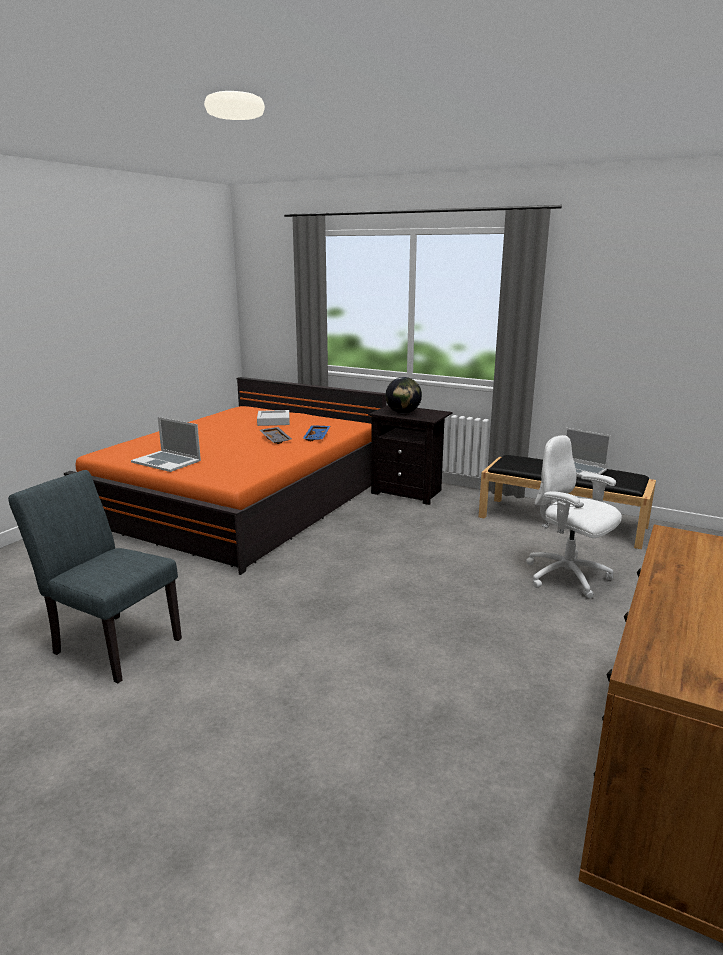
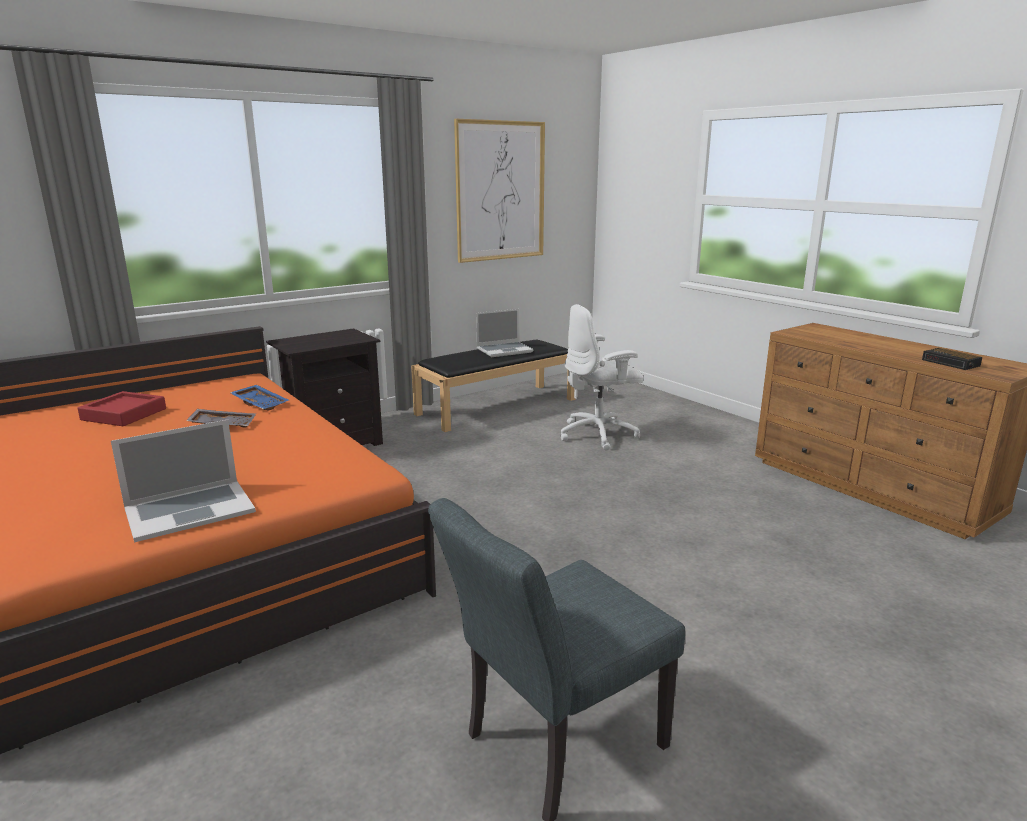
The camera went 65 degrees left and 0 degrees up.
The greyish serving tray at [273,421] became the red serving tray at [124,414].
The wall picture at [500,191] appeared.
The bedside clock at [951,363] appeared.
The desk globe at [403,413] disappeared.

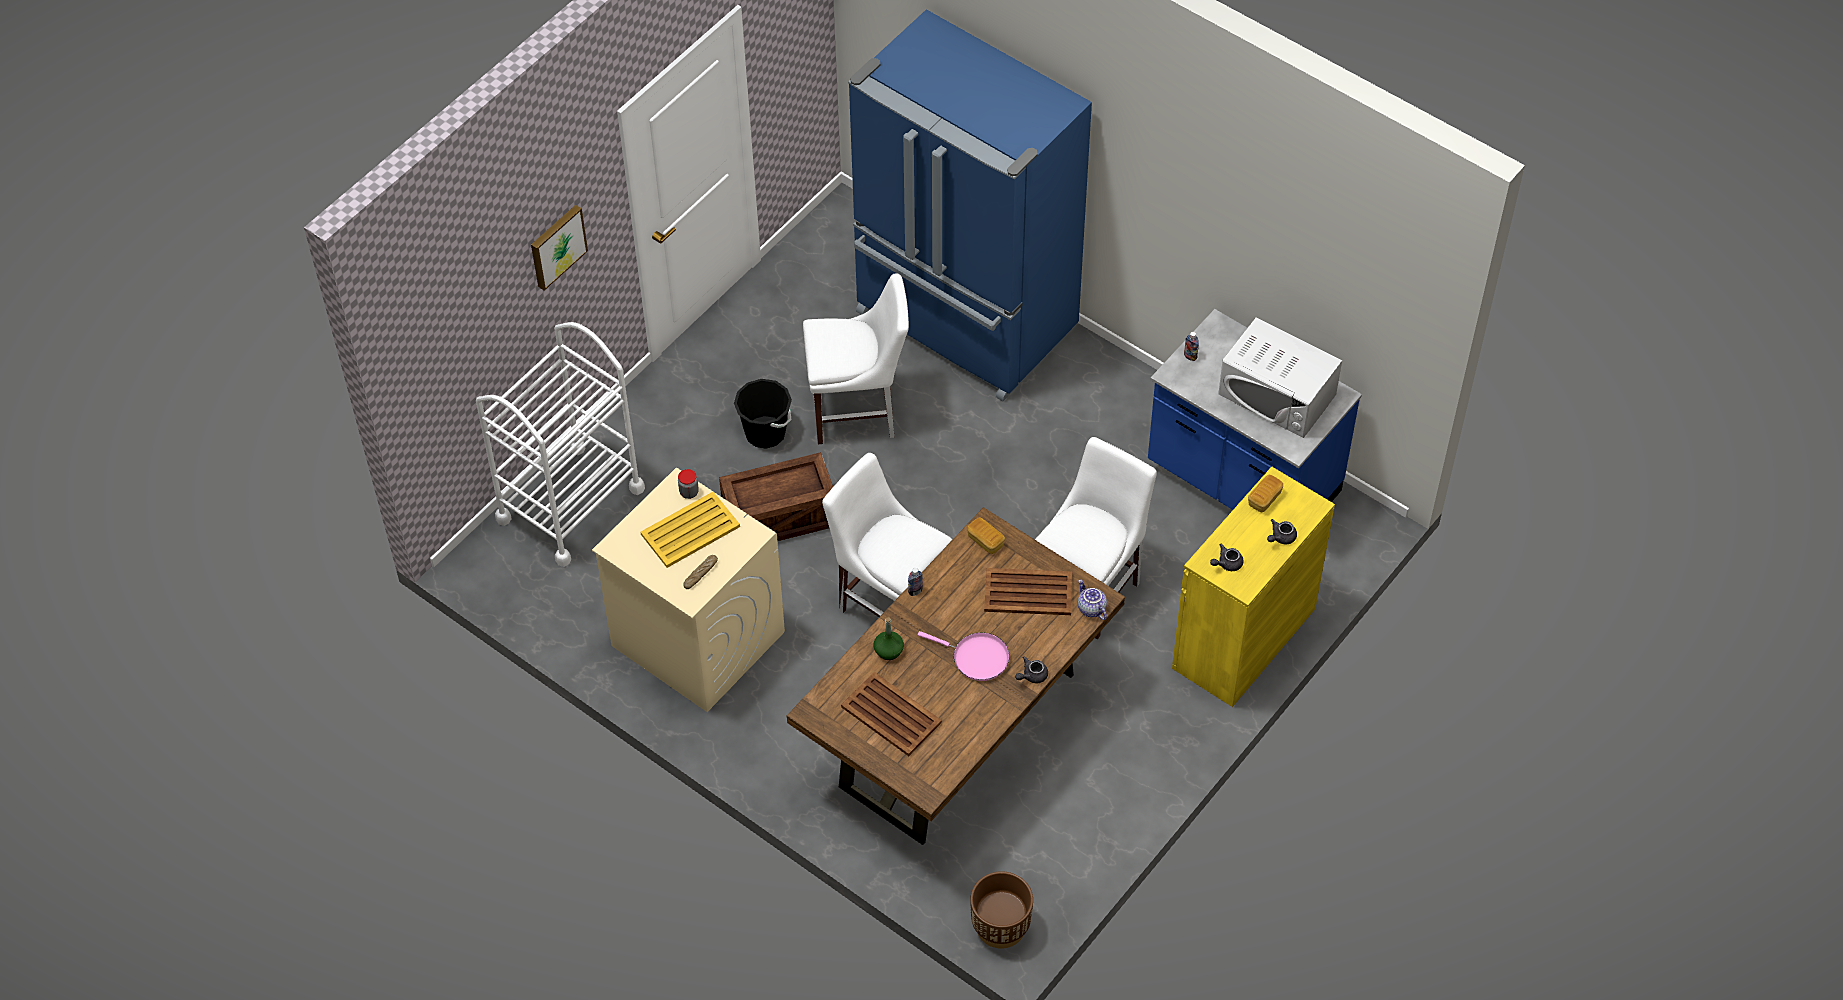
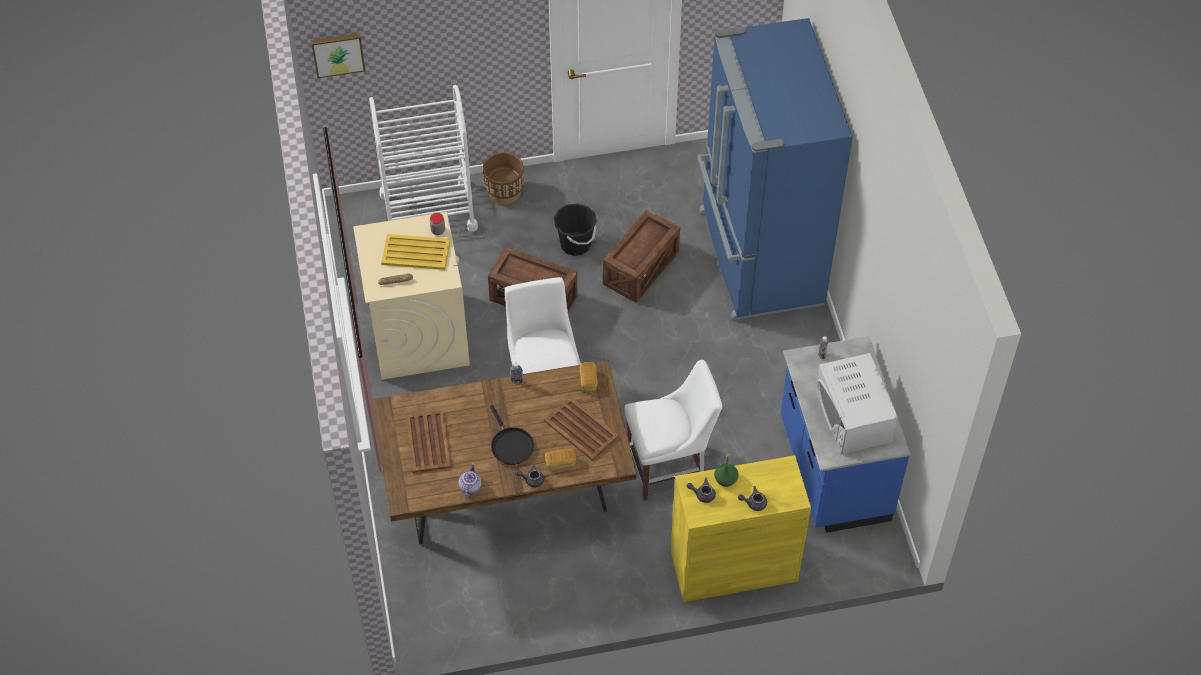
The camera went 40 degrees right and 0 degrees up.
The wall picture moved from [556,245] to [338,53].
The teapot moved from [1090,608] to [469,487].
The brownish flower pot moved from [1000,926] to [504,192].
The pinkish skillet at [976,658] became the blackish skillet at [511,445].
The baked bread moved from [1264,499] to [560,463].
The whitish chair at [858,412] was replaced by the shipping crate at [641,269].
The greenish drink bottle moved from [888,651] to [725,479].

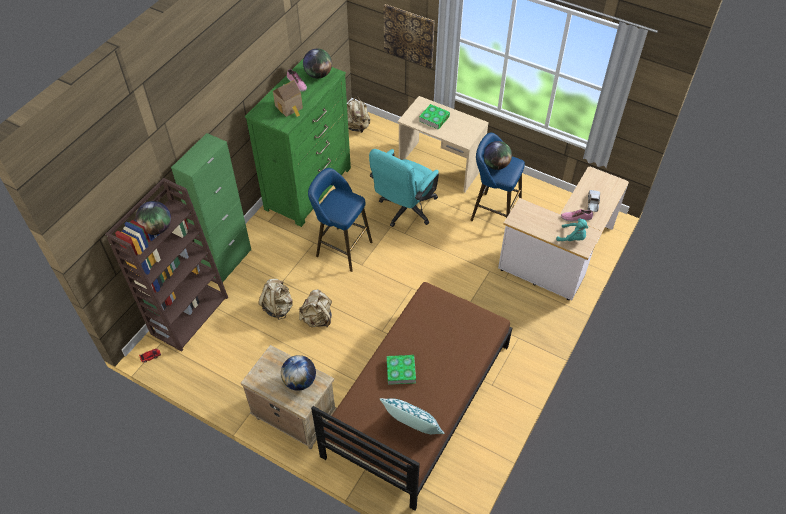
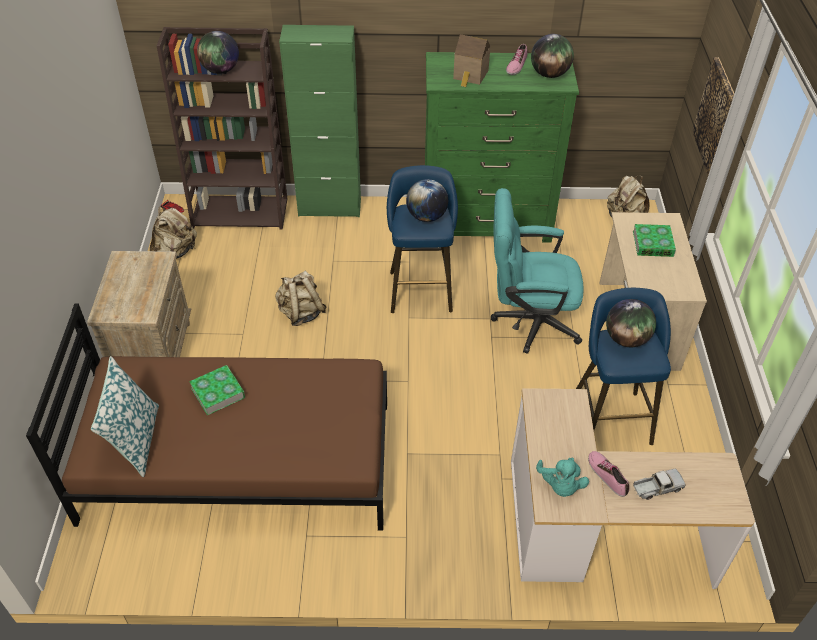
The camera went 60 degrees right and 5 degrees down.
The beige backpack moved from [278,307] to [176,251].
The desk globe moved from [300,381] to [426,216].

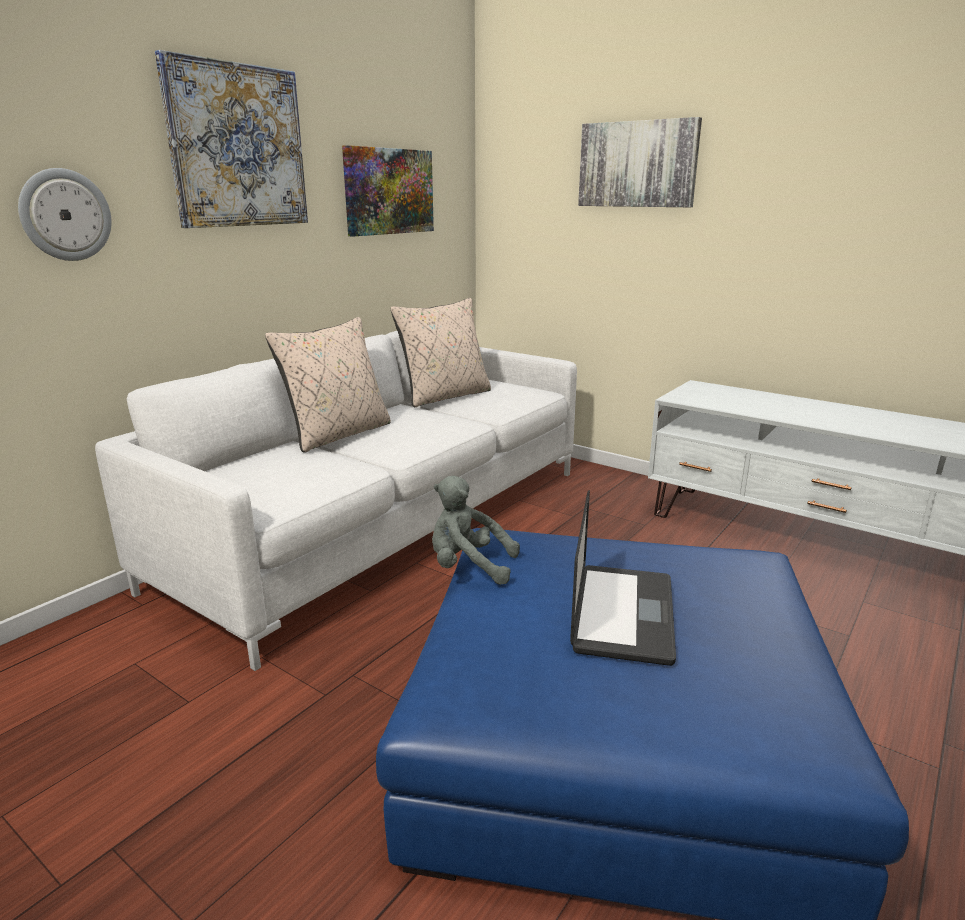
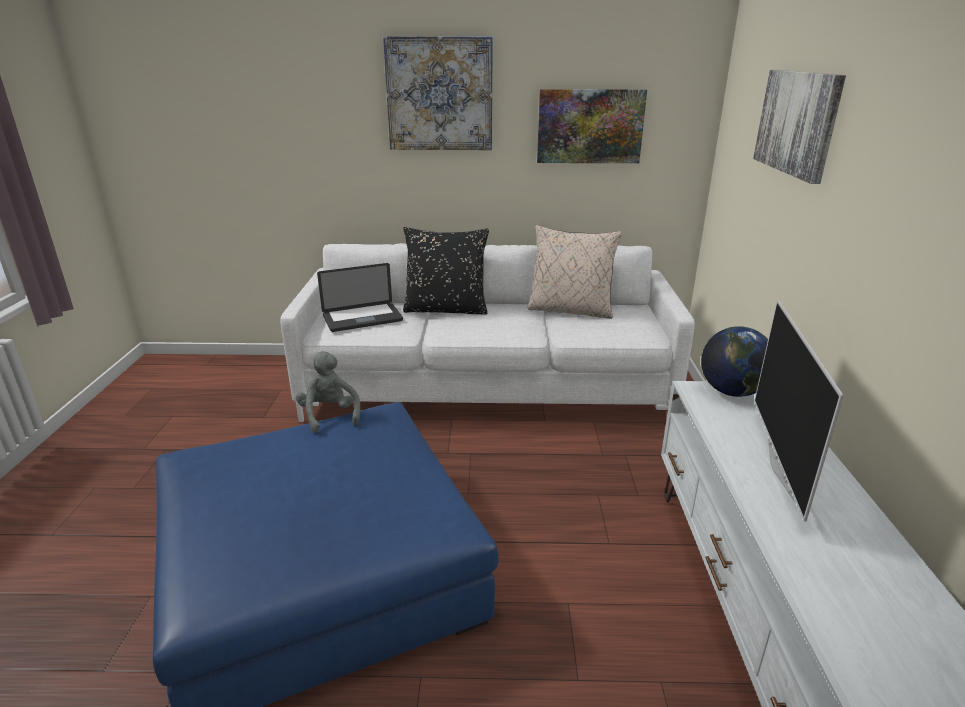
The camera went 55 degrees right and 5 degrees up.
The notebook computer moved from [623,614] to [362,318].
The beige pillow at [338,434] became the blackish pillow at [446,309].
The desk globe at [732,392] appeared.
The television at [782,468] appeared.
The clock on the wall at [65,215] disappeared.

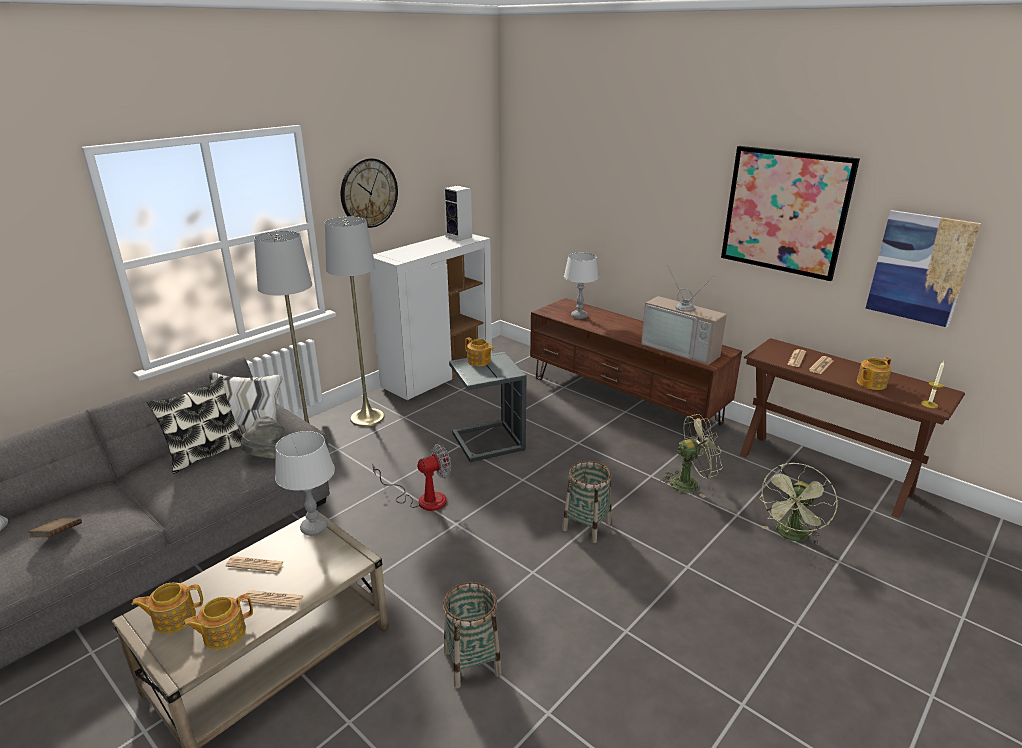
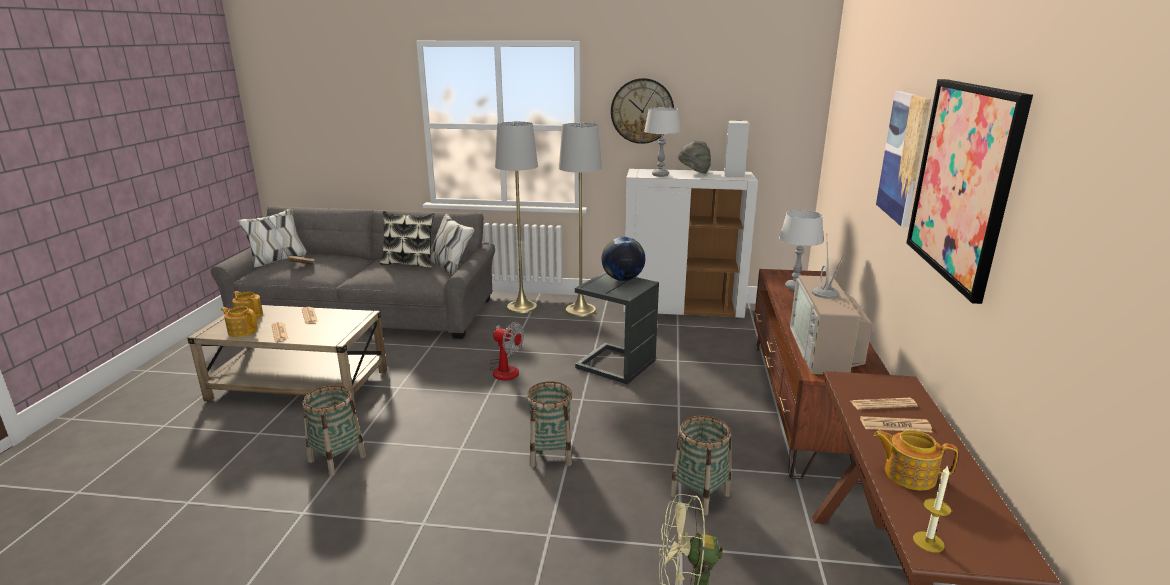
The camera went 55 degrees right and 5 degrees down.
The teapot at [479,361] was replaced by the desk globe at [622,279].
The greyish tabletop lamp moved from [314,528] to [660,175].
The greenish electric fan at [689,483] was replaced by the household basket at [700,494].
The greyish wearable hat moved from [268,457] to [694,172].
The wall picture moved from [920,268] to [903,157].

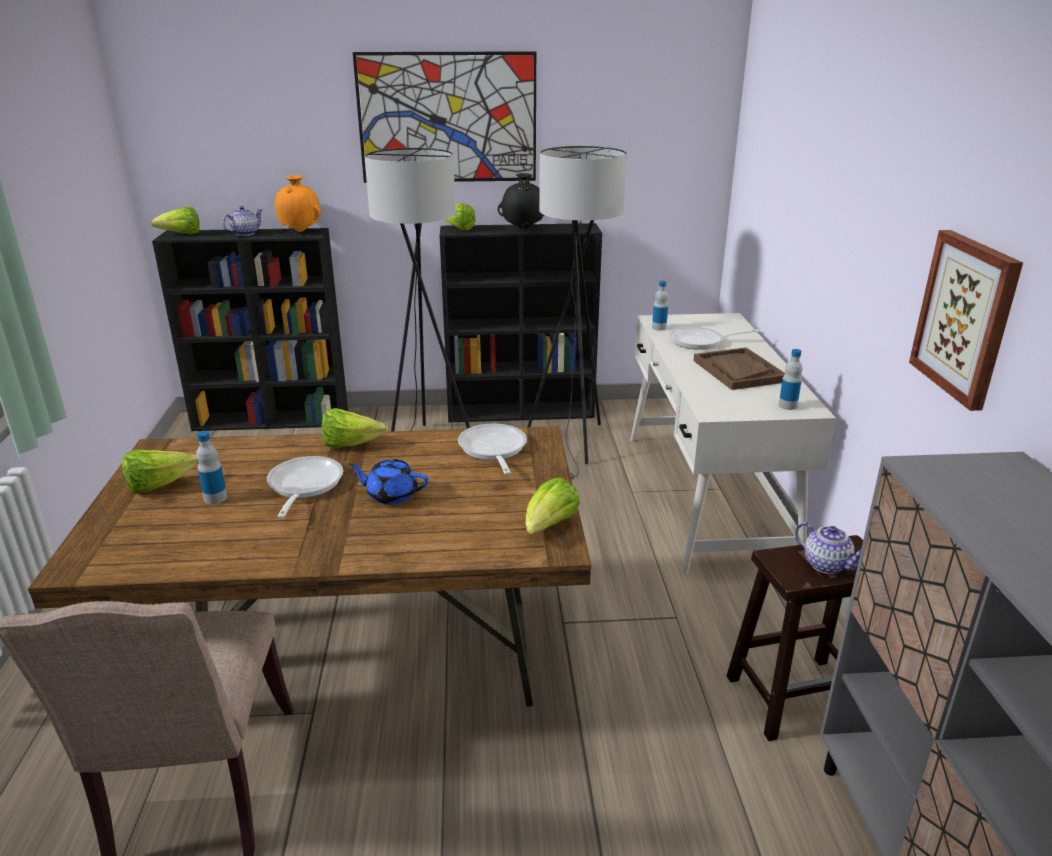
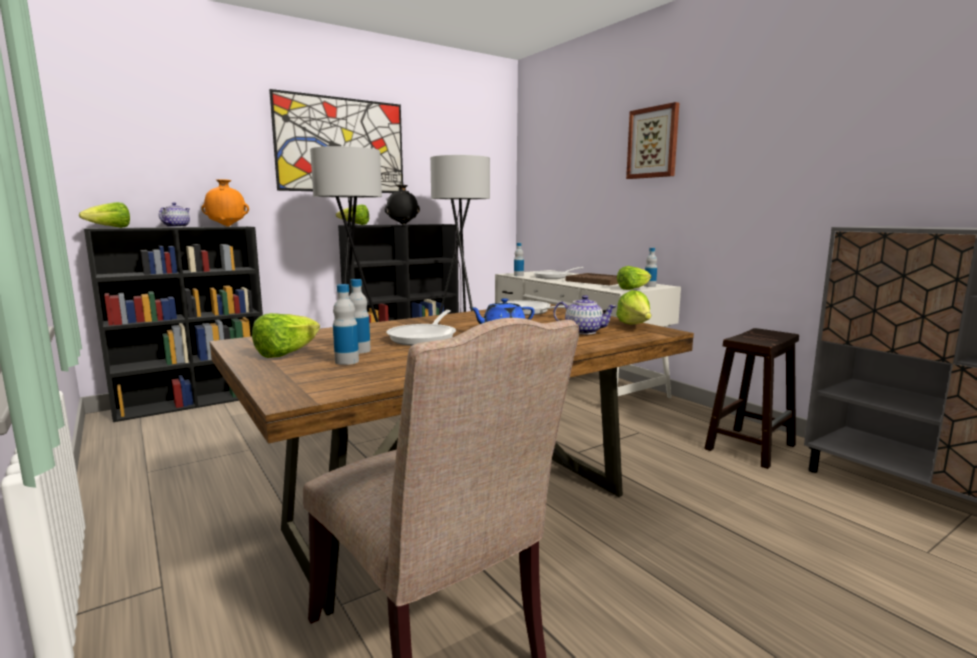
The camera went 30 degrees left and 15 degrees down.
The drink bottle at [347,361] appeared.
The skillet at [303,486] turned 135 degrees counterclockwise.
The teapot moved from [826,564] to [583,331].
The lettuce head moved from [350,445] to [633,289].
The wall picture moved from [966,317] to [653,142].

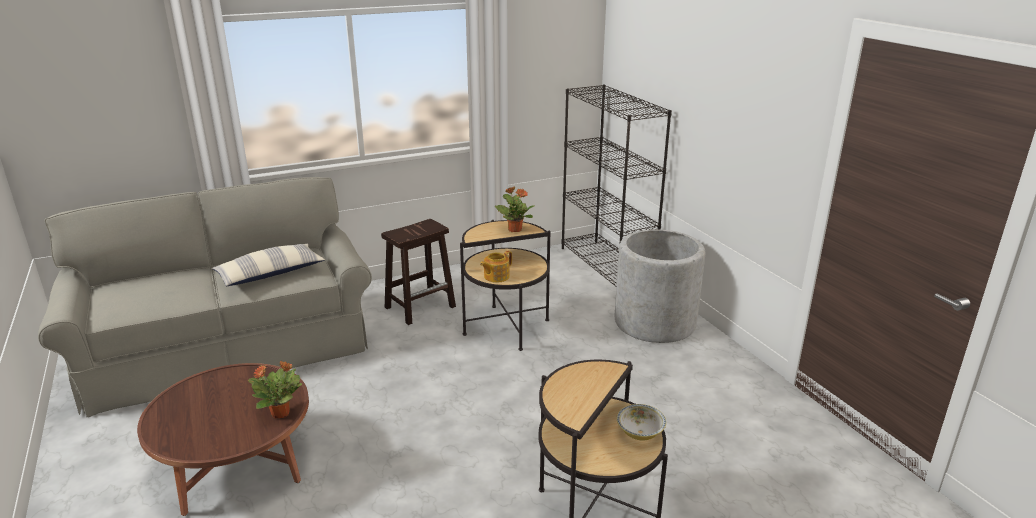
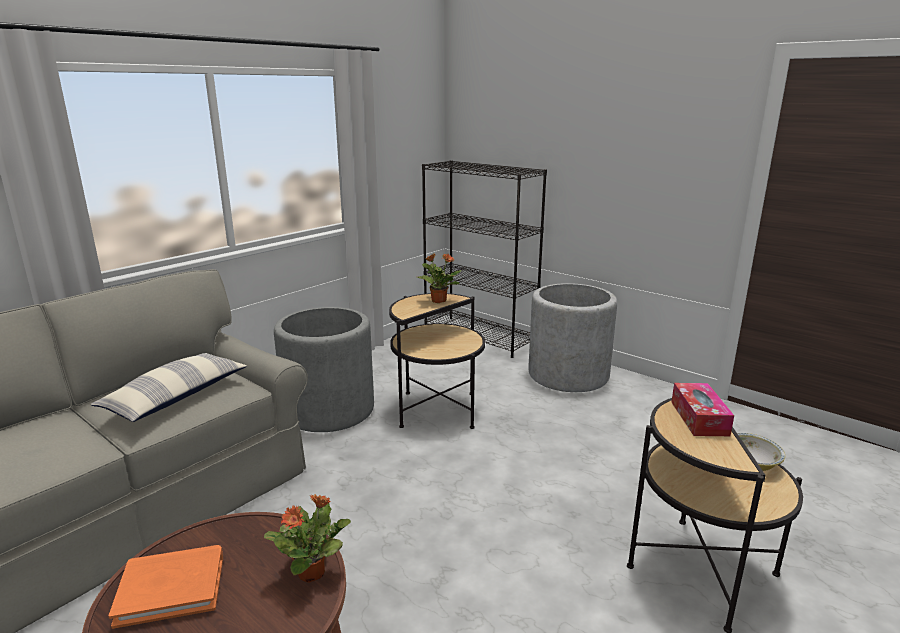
The camera went 25 degrees left and 5 degrees down.
The orange volume at [171,588] appeared.
The brownish stool seat at [421,306] was replaced by the greyish flower pot at [329,410].
The box of tissues at [699,418] appeared.
The teapot at [496,276] disappeared.

